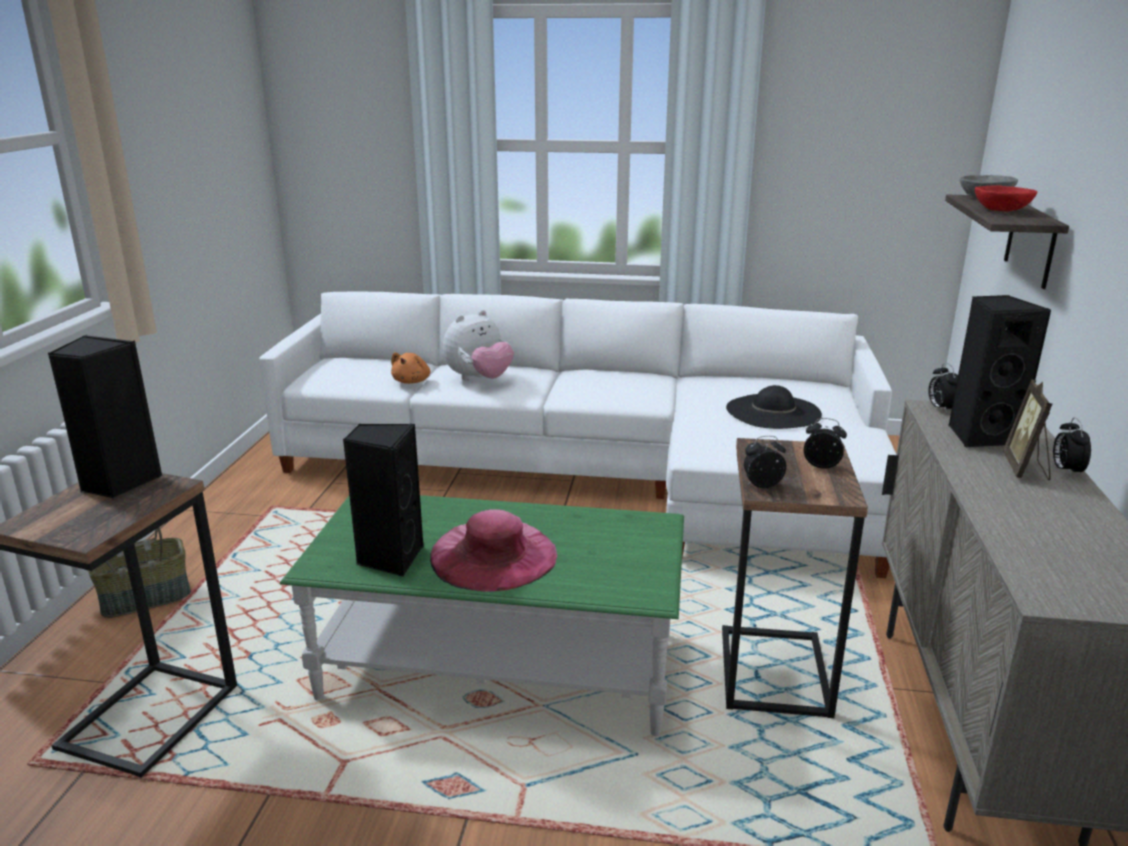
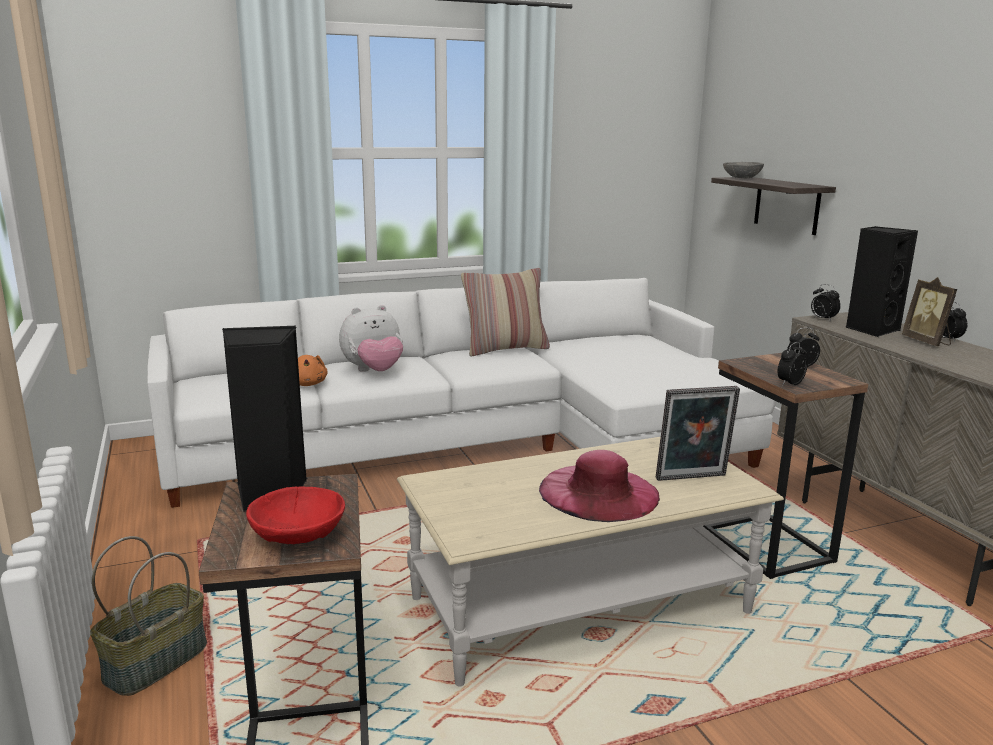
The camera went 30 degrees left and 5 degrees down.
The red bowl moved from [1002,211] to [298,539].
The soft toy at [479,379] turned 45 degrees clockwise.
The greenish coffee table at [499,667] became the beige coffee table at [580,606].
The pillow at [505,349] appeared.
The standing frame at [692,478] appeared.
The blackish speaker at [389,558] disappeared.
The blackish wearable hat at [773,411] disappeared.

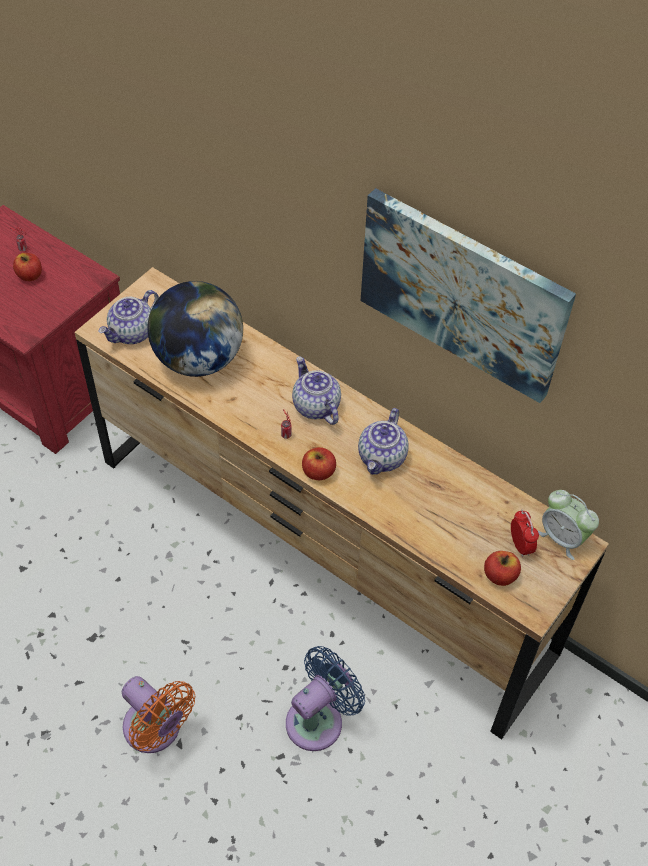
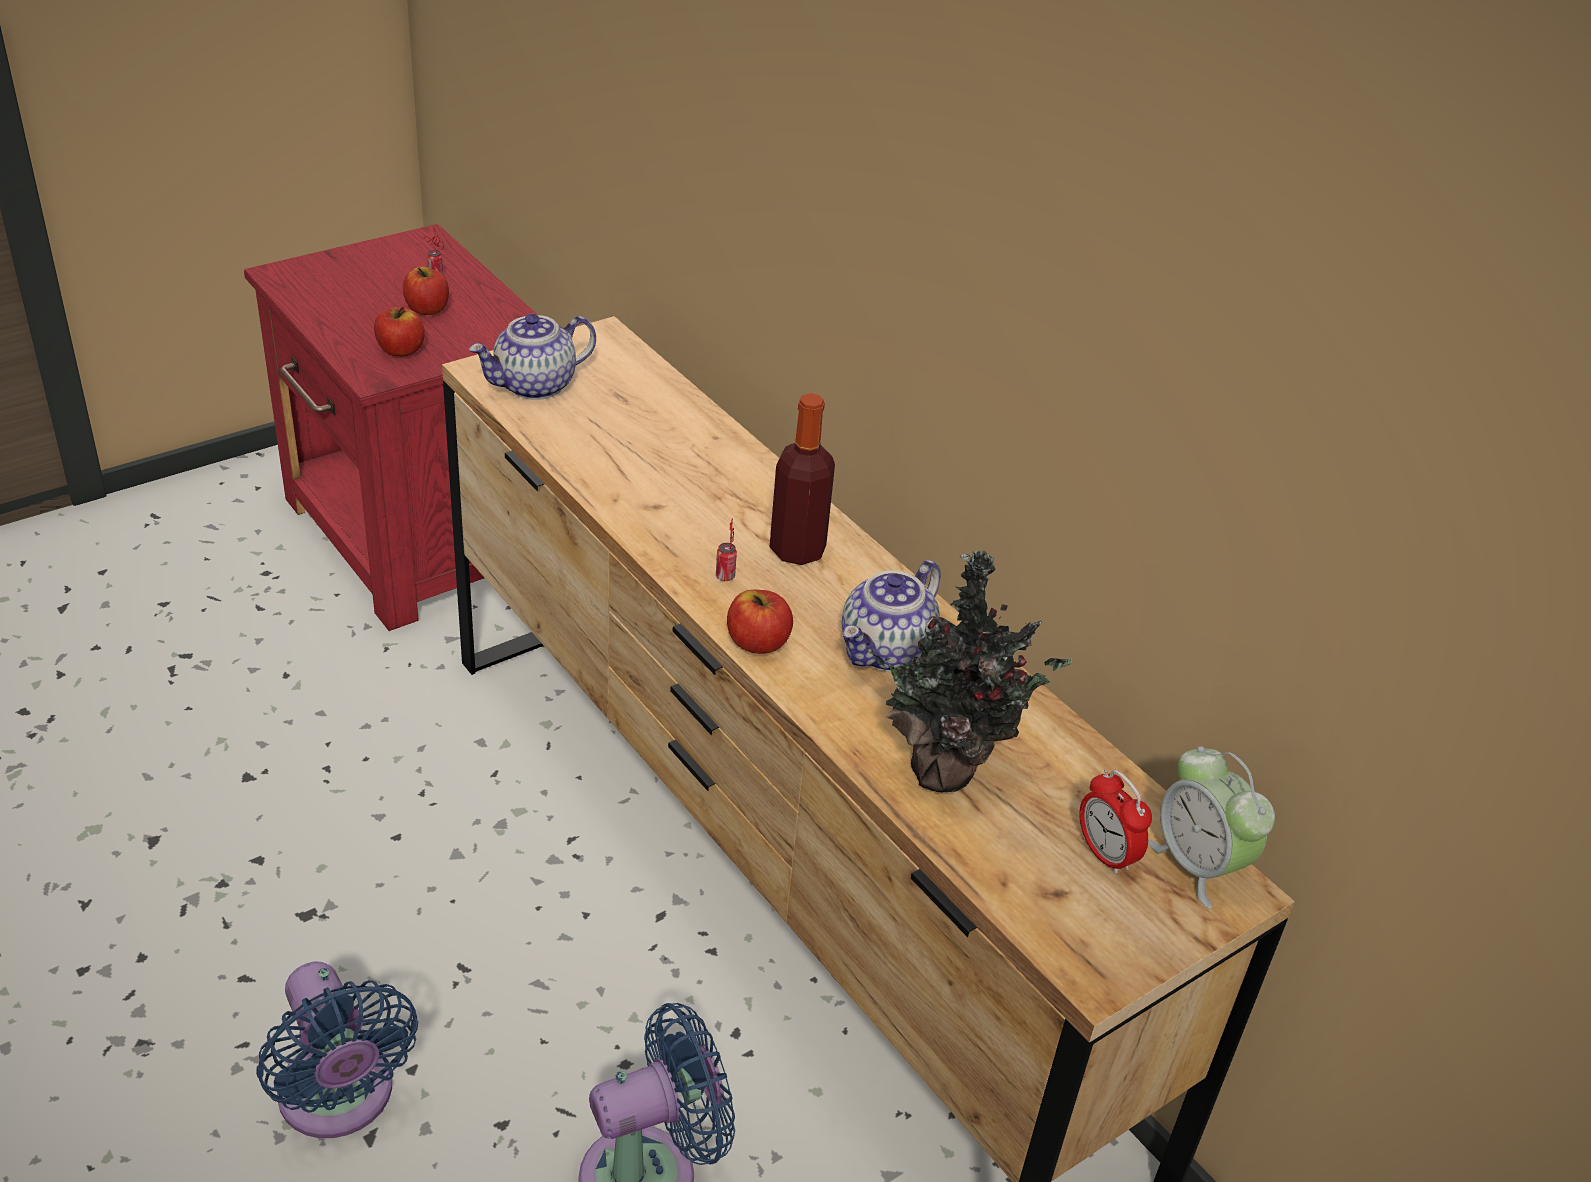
The camera went 15 degrees right and 15 degrees down.
The orange electric fan at [156,730] became the blue-coloured electric fan at [339,1100].
The whole apple moved from [500,575] to [400,350].
The teapot at [315,406] was replaced by the drink bottle at [797,550].
The houseplant at [947,769] appeared.
The bedside clock at [520,545] turned 150 degrees clockwise.
The desk globe at [198,359] disappeared.
The wall picture at [462,293] disappeared.

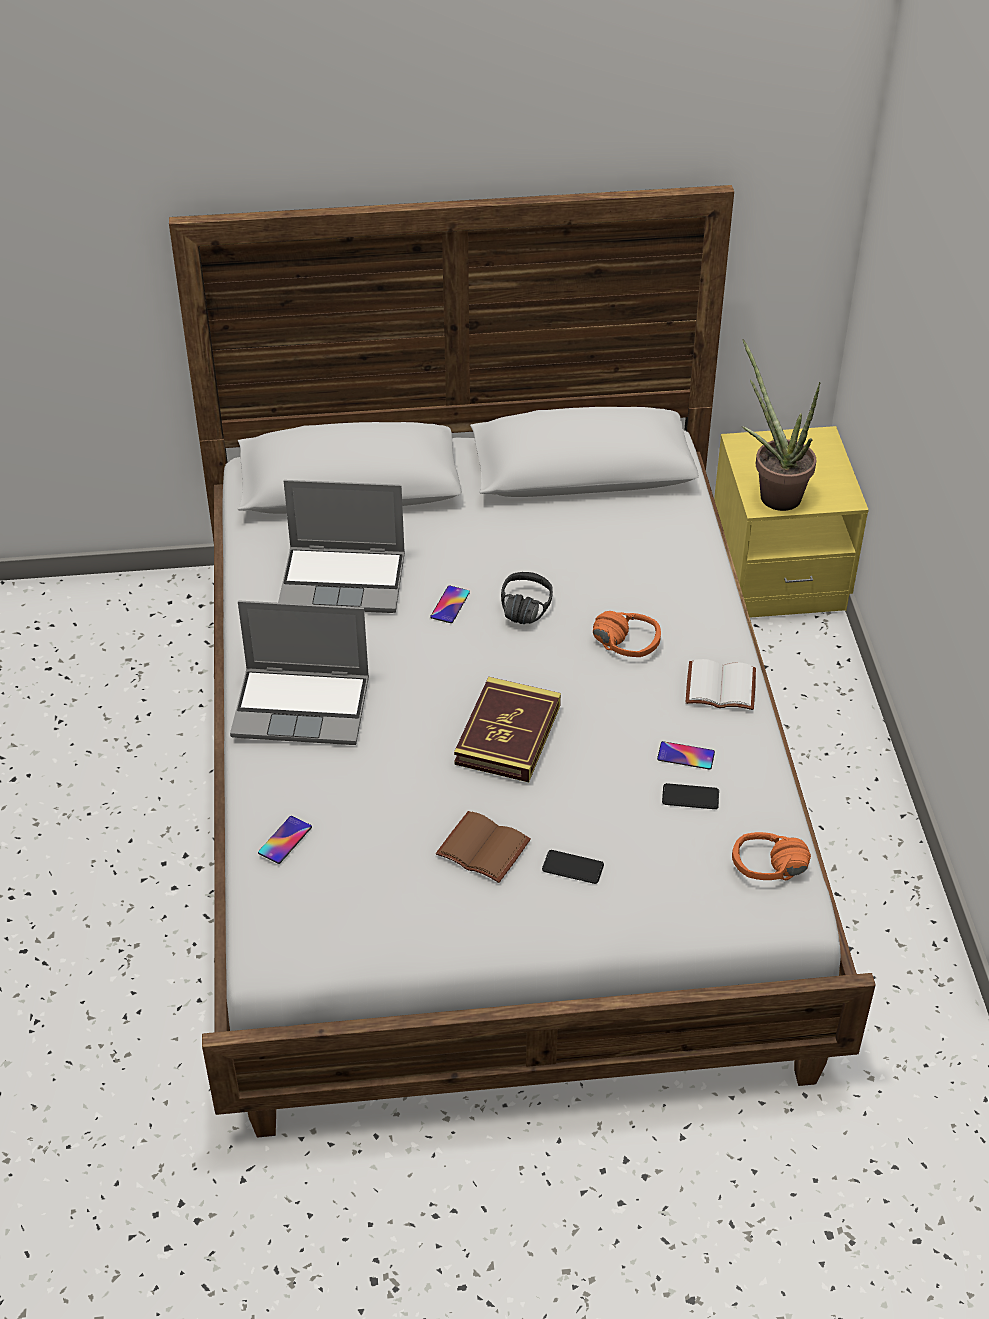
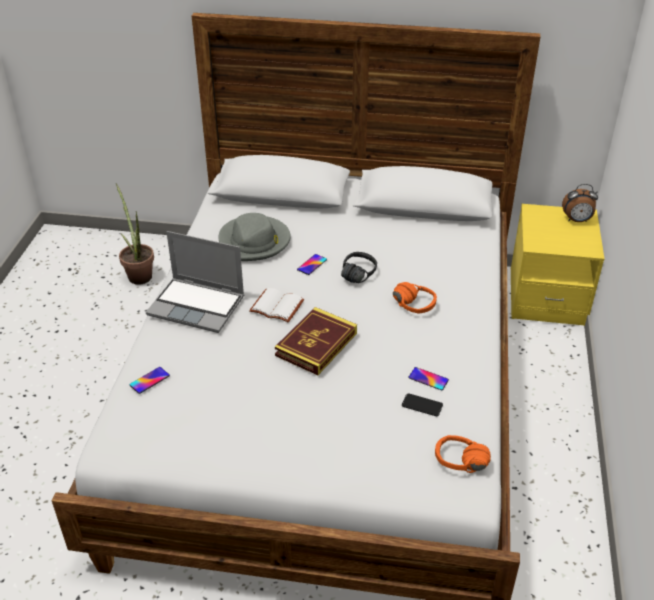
The camera went 15 degrees right and 5 degrees down.
The houseplant moved from [773,493] to [138,274].
The notebook computer at [344,580] was replaced by the greyish wearable hat at [255,241].
The whitish volume moved from [719,689] to [275,307].
The bedside clock at [577,220] appeared.
The brownish volume at [485,847] disappeared.
The handset at [573,867] disappeared.

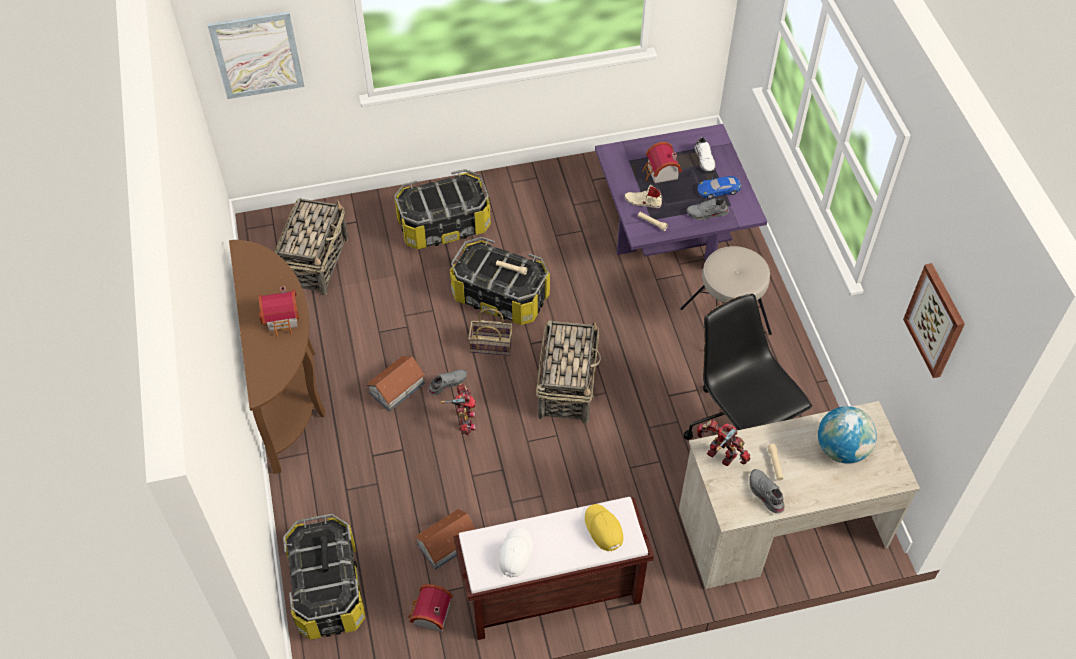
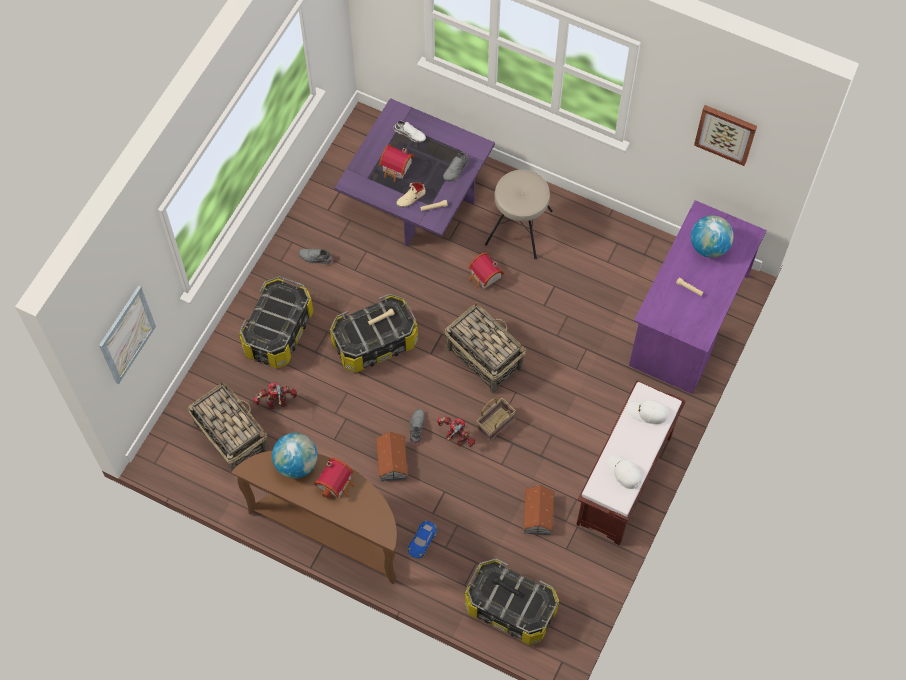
The camera went 50 degrees left and 10 degrees up.
The toy robot moved from [720,456] to [277,403].
The desk globe at [296,464] appeared.
The greyish low shoe moved from [765,494] to [315,258].
The blue-coloured model car moved from [718,189] to [422,540].
The toy house moved from [429,615] to [485,277].
The household basket moved from [492,344] to [495,423].
The yellow cap at [603,529] became the whitish cap at [647,413].
The beige desk unit at [781,528] became the purple desk unit at [688,321].
The blackish desk chair at [737,428] disappeared.

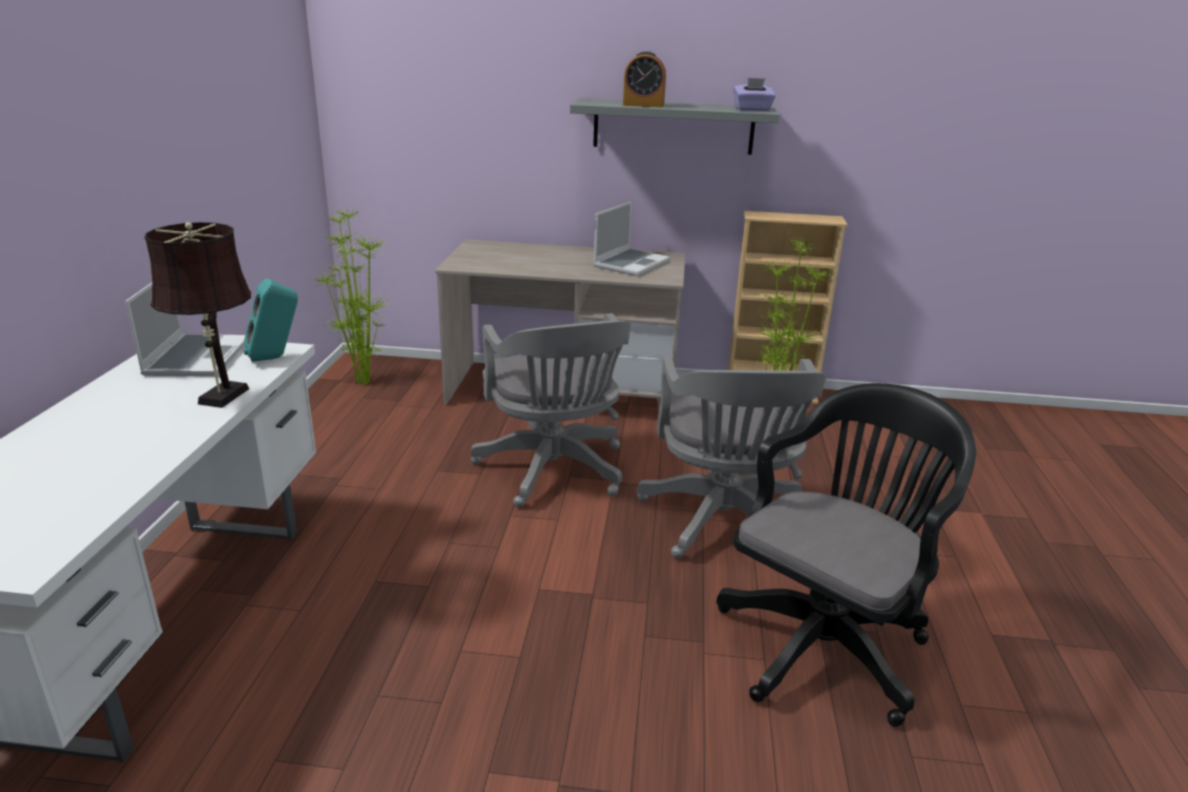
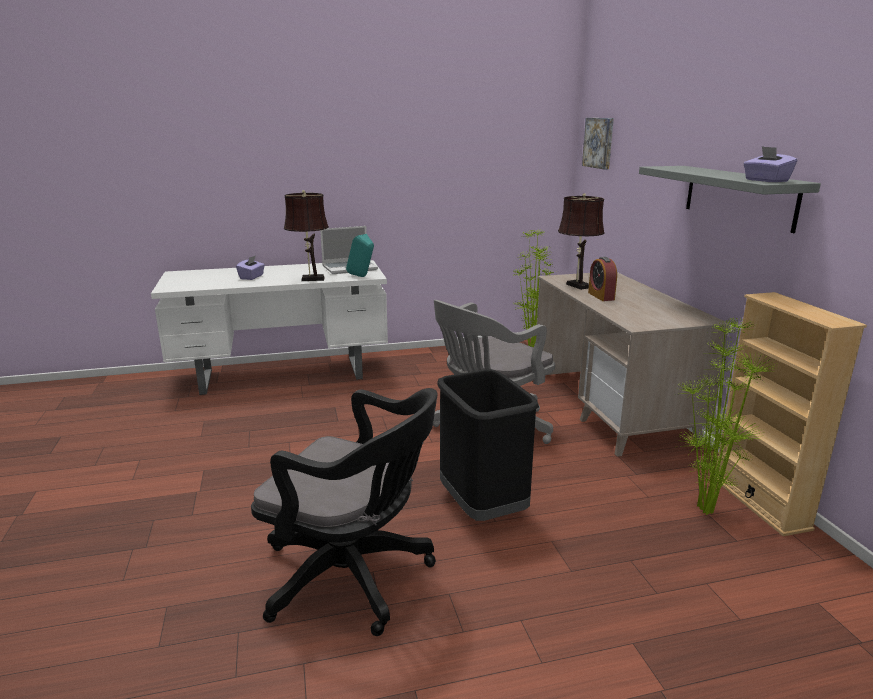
The camera went 70 degrees right and 5 degrees down.
The purple box of tissues at [252,277] appeared.
The greyish desk chair at [723,524] was replaced by the blackish rubbish bin at [481,508].
The brownish tabletop lamp at [576,285] appeared.
The wall picture at [599,143] appeared.
The bedside clock moved from [643,105] to [601,296].
The notebook computer at [631,263] disappeared.

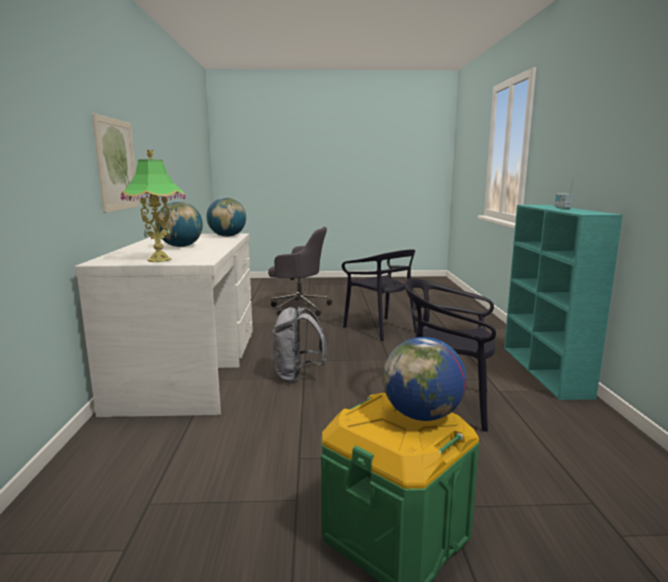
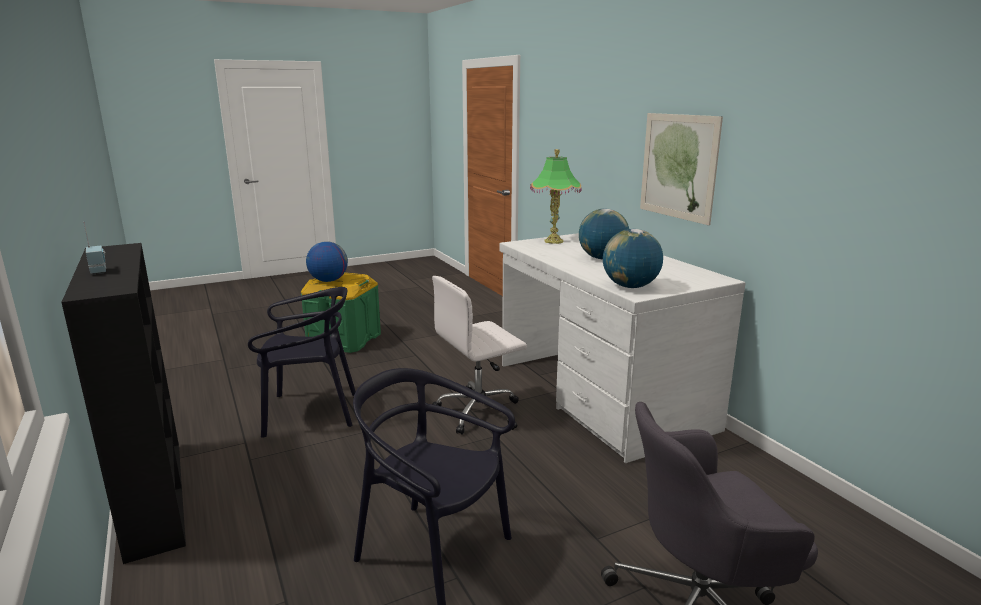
The camera went 155 degrees right and 5 degrees up.
The blue-green shelving unit at [545,371] became the blackish shelving unit at [154,495].
The greyish backpack at [297,376] was replaced by the whitish desk chair at [480,412].

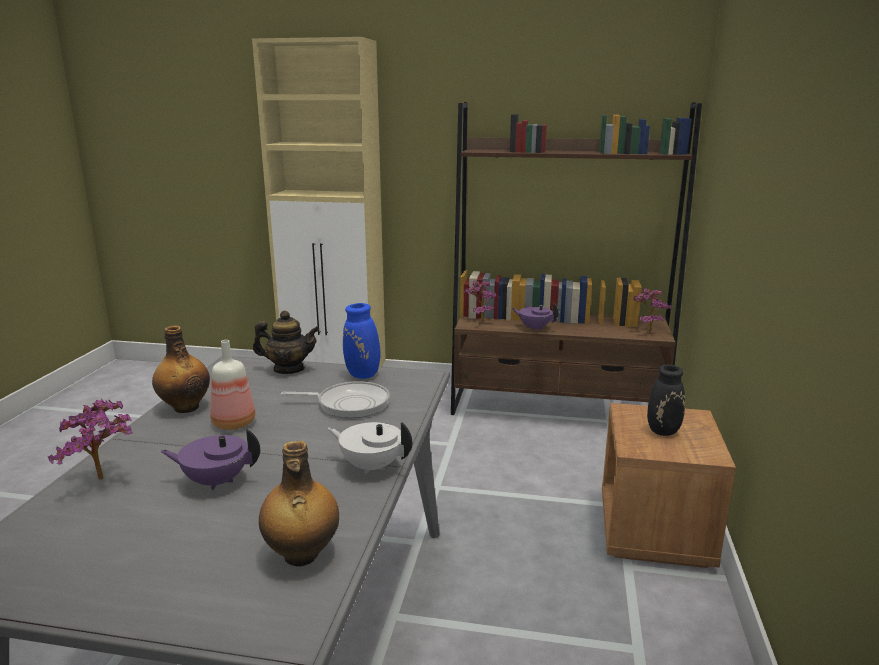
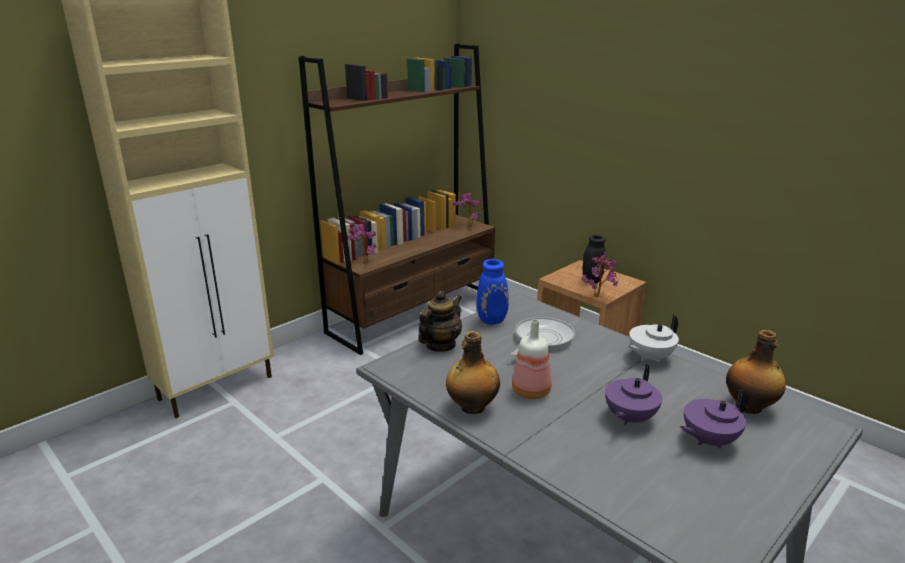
The camera went 55 degrees left and 5 degrees up.
The houseplant moved from [104,480] to [599,296].
The purple teapot moved from [534,328] to [708,440].

